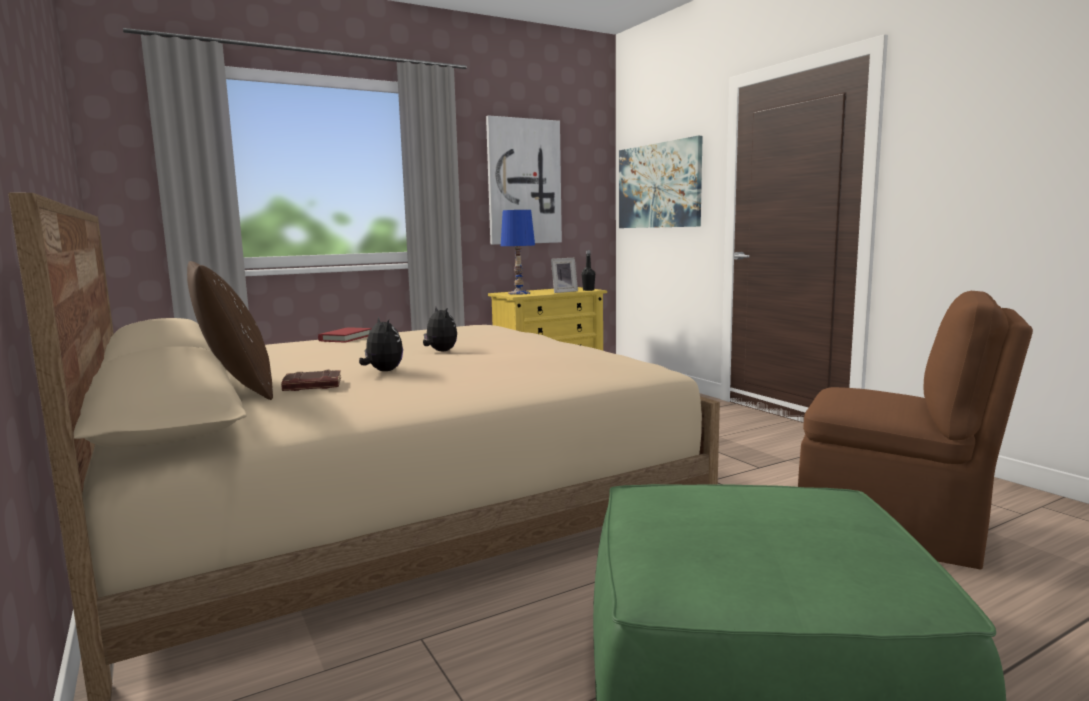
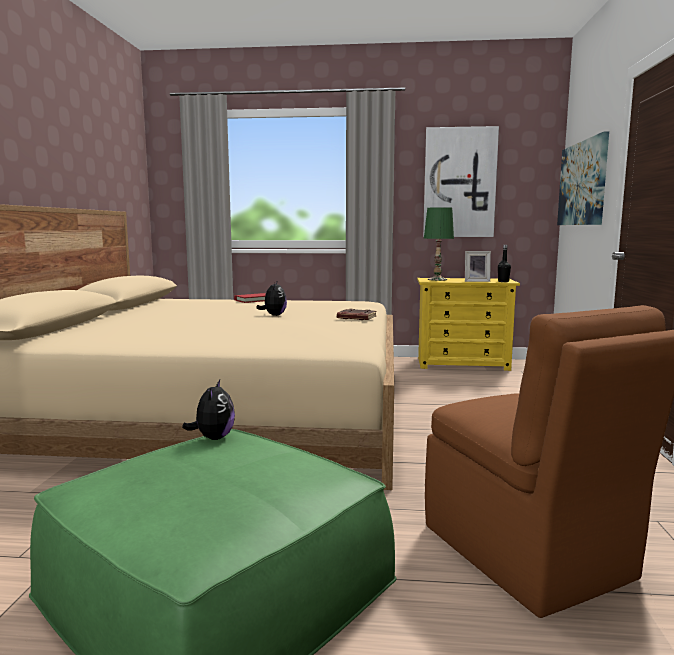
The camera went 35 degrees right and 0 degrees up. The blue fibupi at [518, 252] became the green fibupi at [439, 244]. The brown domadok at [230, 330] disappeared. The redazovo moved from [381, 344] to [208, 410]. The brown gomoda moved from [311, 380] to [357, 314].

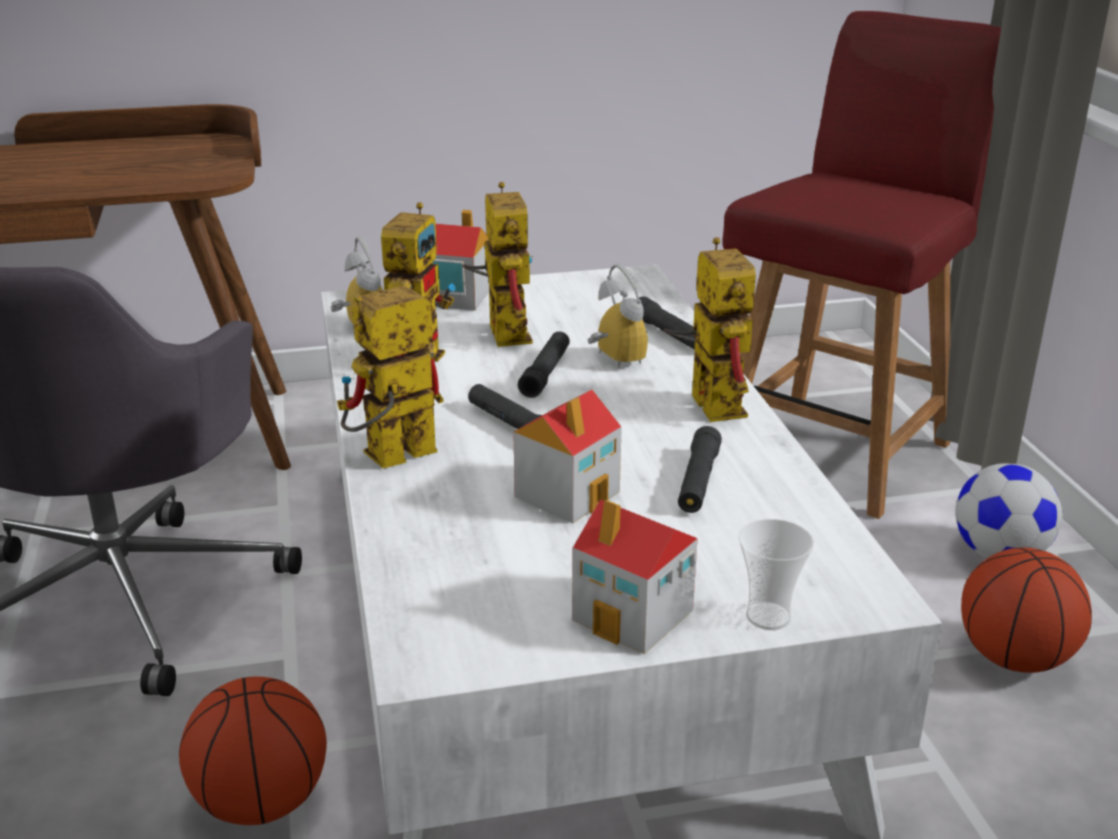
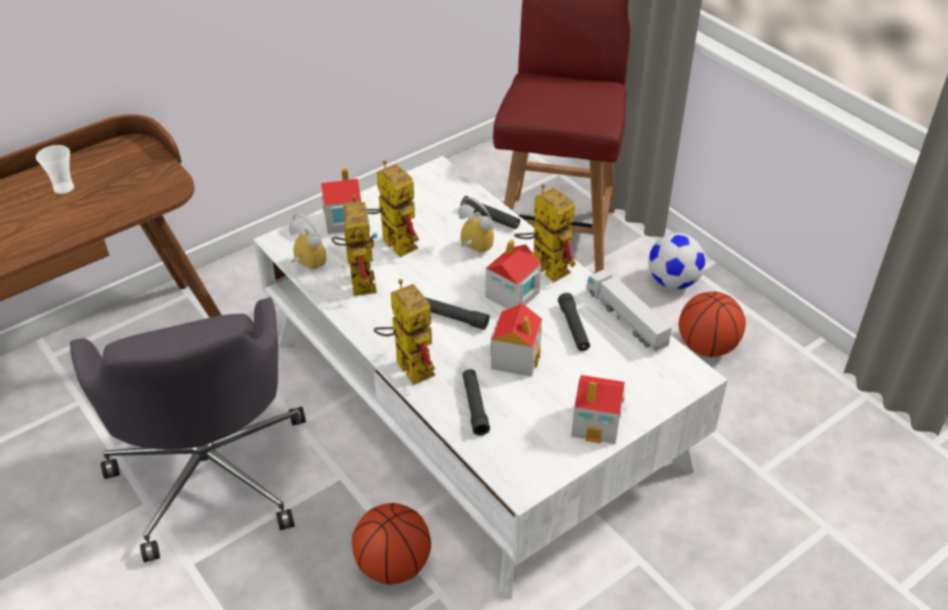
The camera went 25 degrees left and 15 degrees up. The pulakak at [390, 376] turned 120 degrees clockwise. The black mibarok moved from [544, 364] to [476, 402]. The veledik moved from [776, 574] to [55, 169]. The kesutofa at [513, 274] appeared. The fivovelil at [629, 311] appeared.

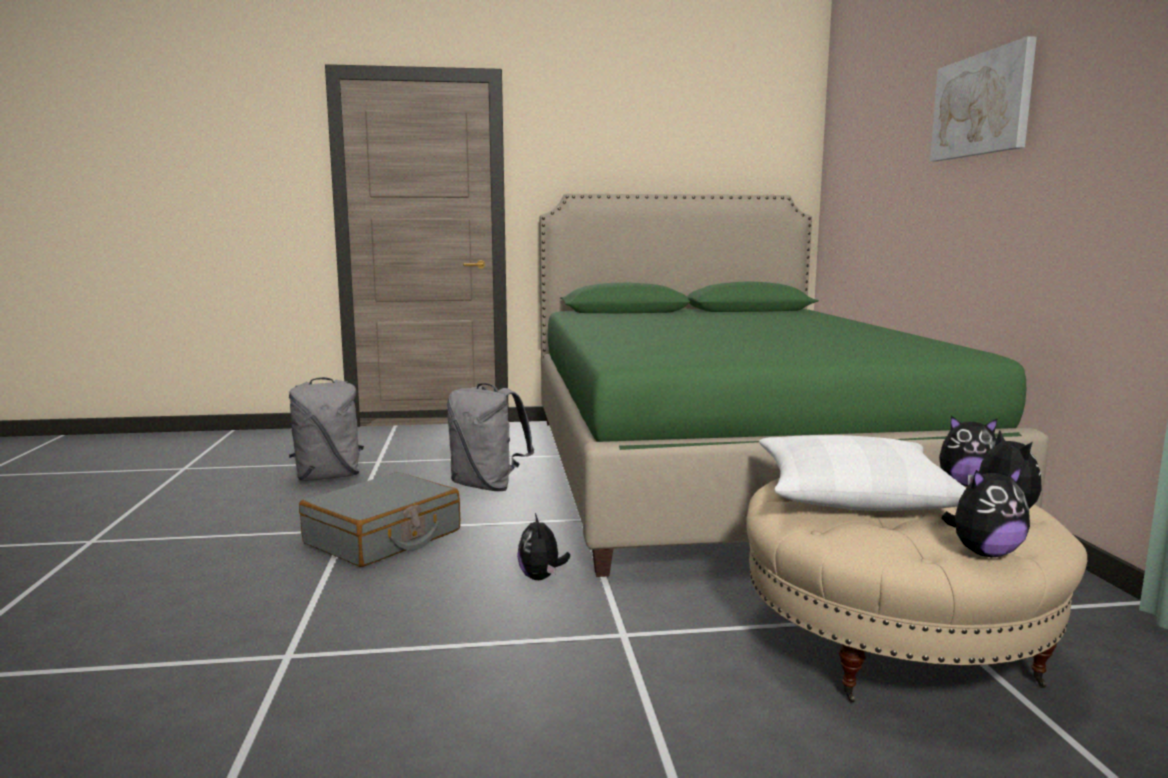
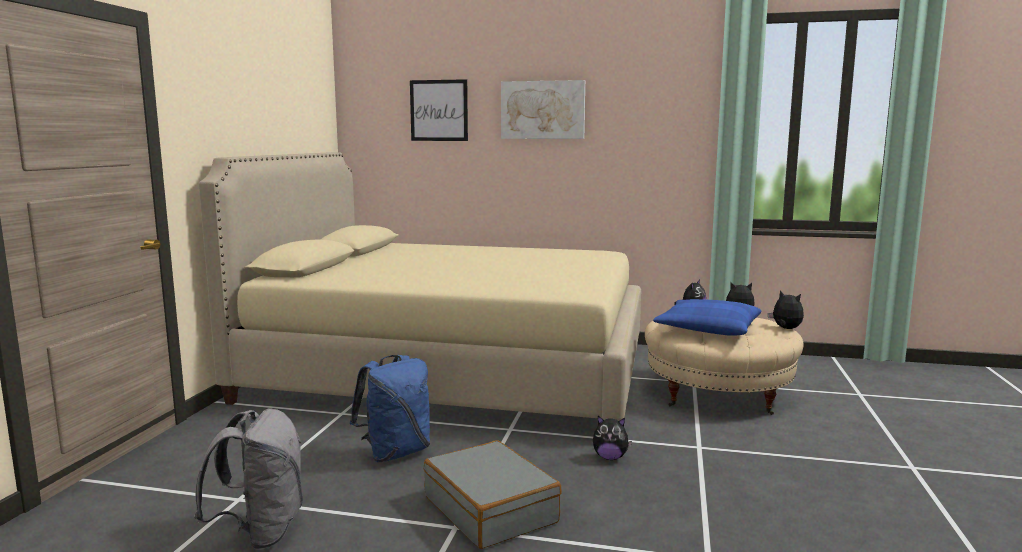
The camera went 70 degrees left and 0 degrees up. The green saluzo at [794, 385] became the beige saluzo at [420, 286]. The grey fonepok at [490, 437] became the blue fonepok at [390, 408]. The white domadok at [862, 473] became the blue domadok at [707, 317]. The redazovo at [985, 511] turned 45 degrees counterclockwise. The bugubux at [439, 110] appeared.

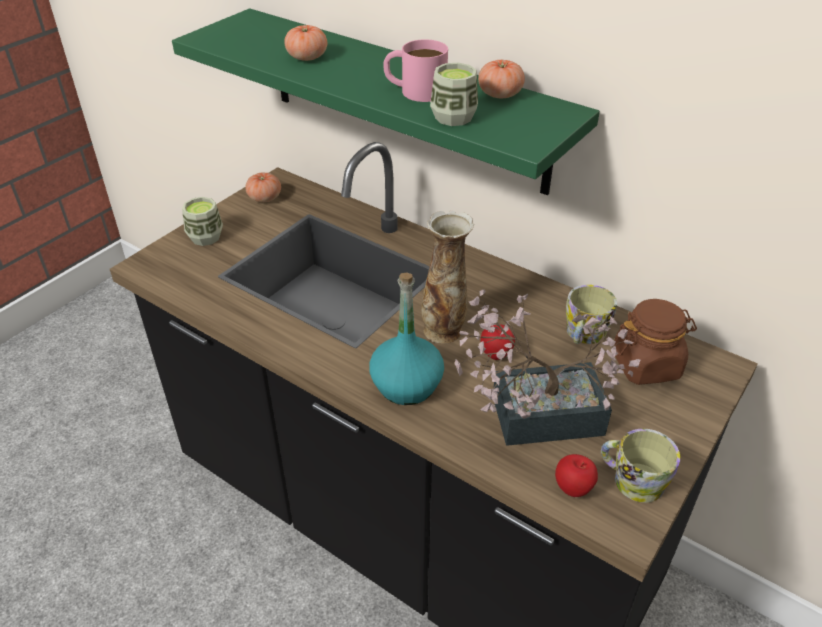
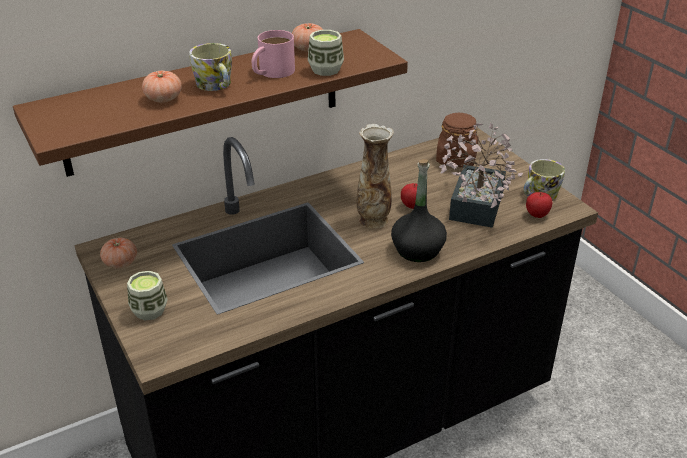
The camera went 65 degrees left and 5 degrees down. The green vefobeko at [386, 102] became the brown vefobeko at [210, 103]. The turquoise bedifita at [406, 339] became the black bedifita at [419, 210]. The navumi moved from [591, 314] to [210, 67].

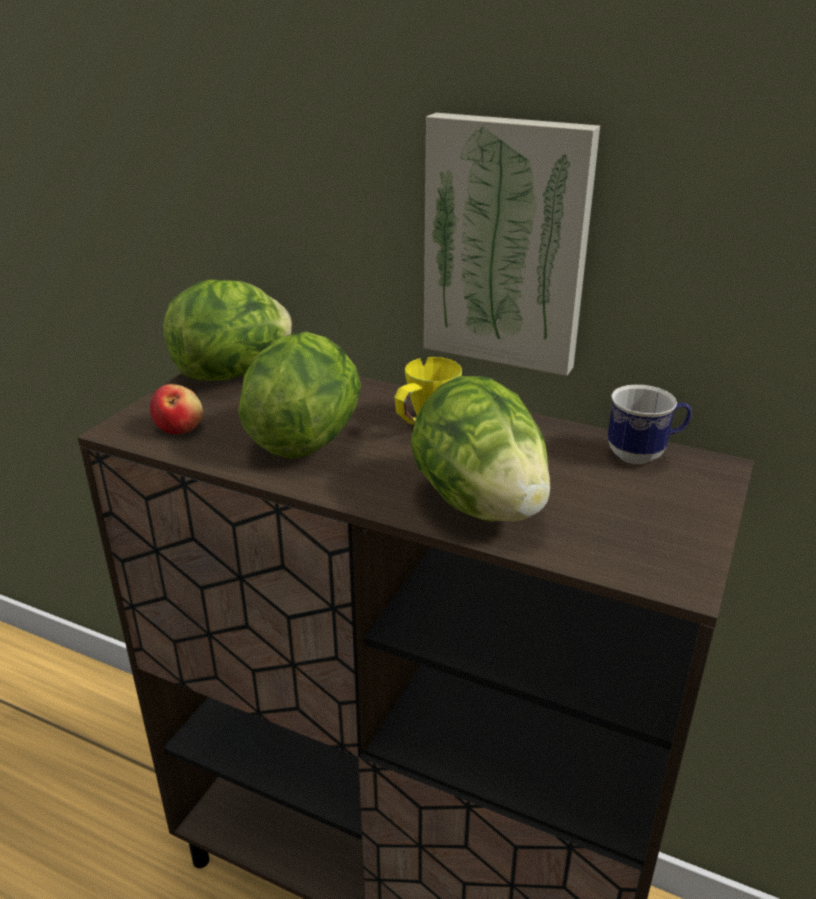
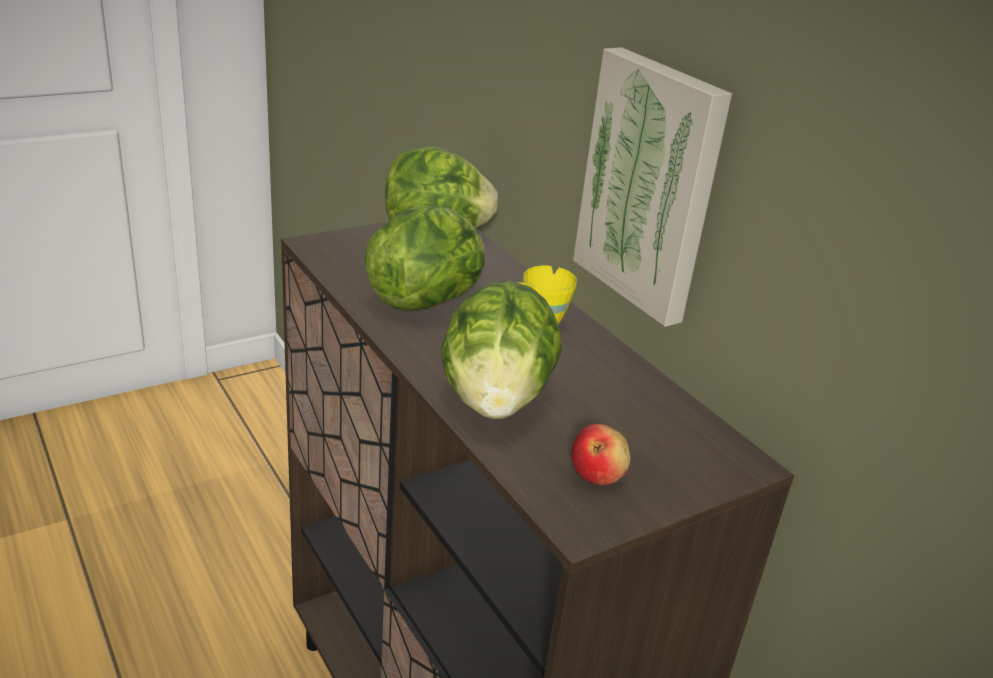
The camera went 30 degrees right and 0 degrees up. The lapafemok moved from [176, 409] to [601, 454]. The navumi at [649, 424] disappeared.

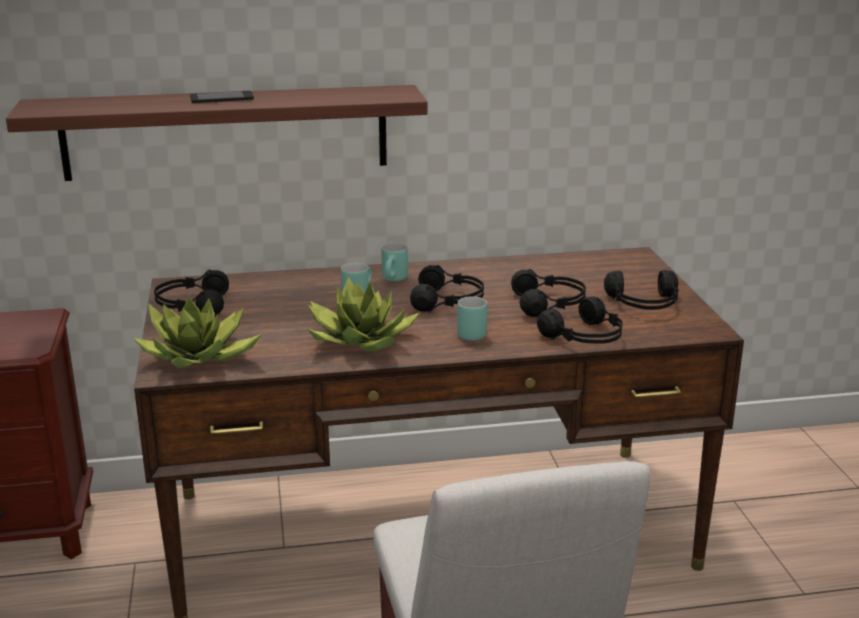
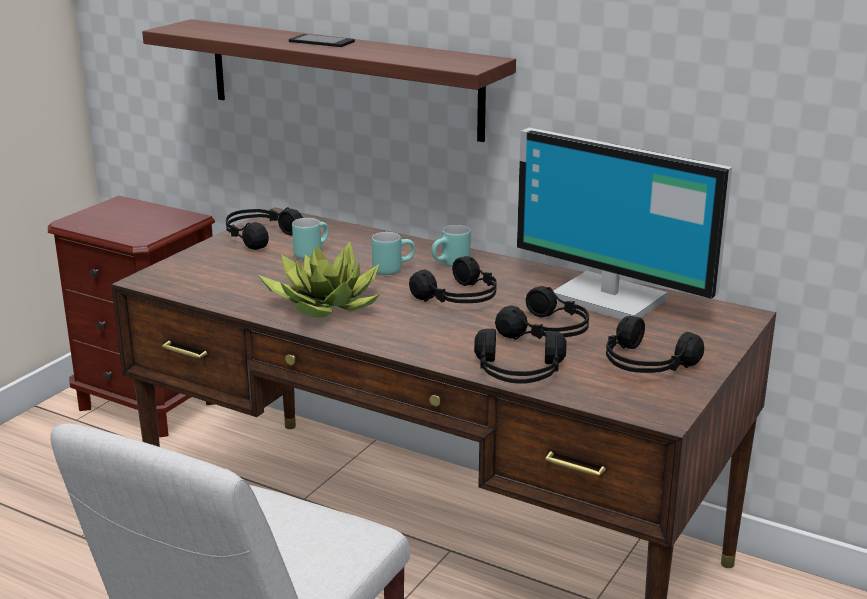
The camera went 40 degrees right and 0 degrees up. The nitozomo at [197, 332] disappeared. The turquoise navumi moved from [472, 318] to [310, 238]. The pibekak at [624, 224] appeared.

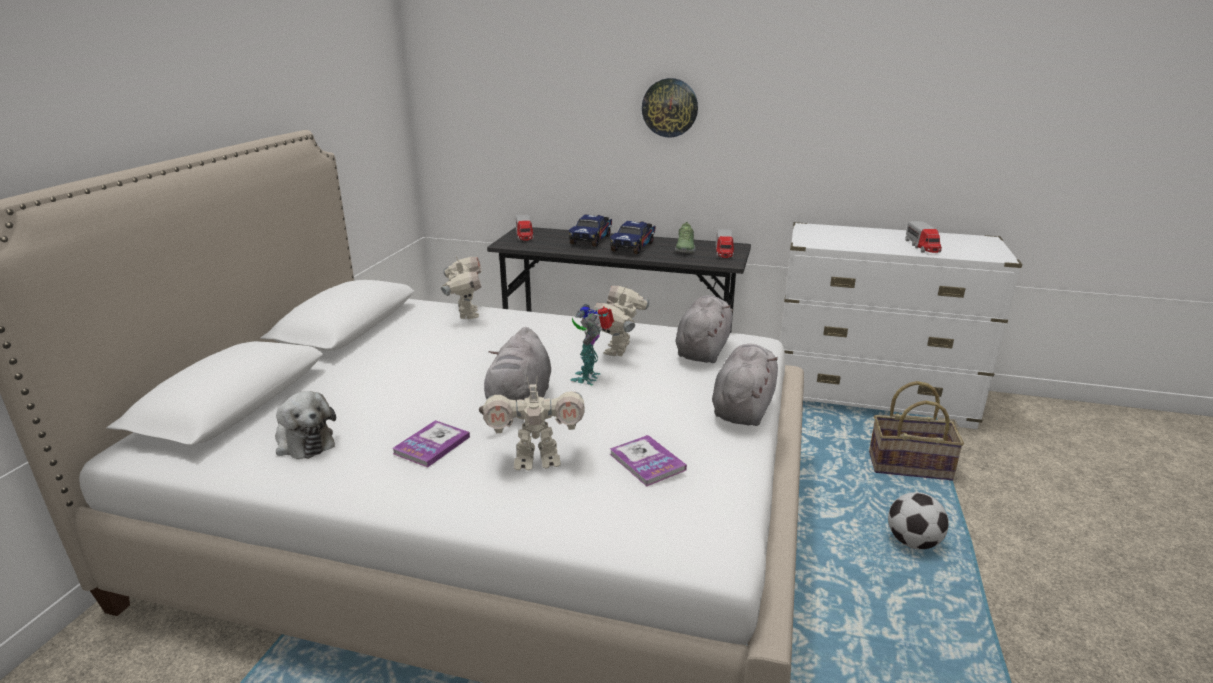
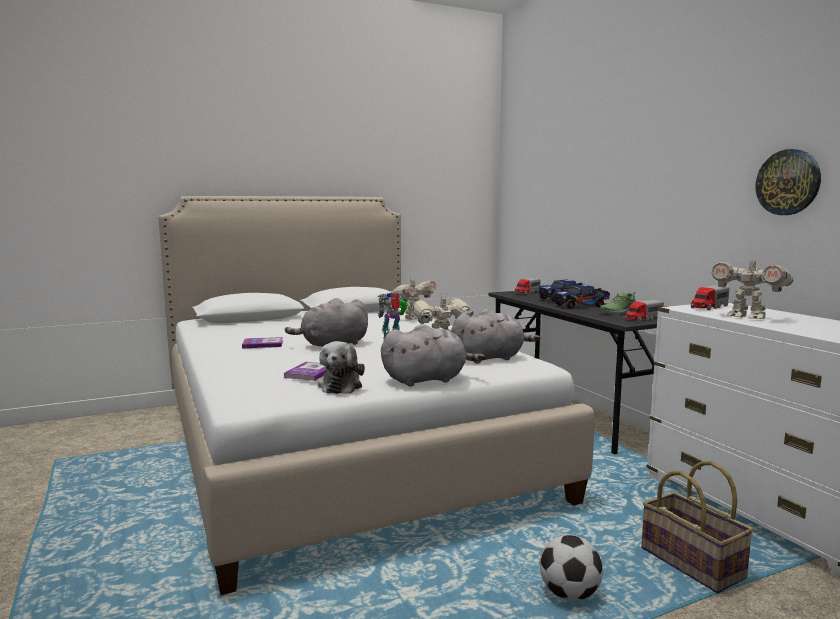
The camera went 50 degrees right and 15 degrees down. The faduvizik moved from [670, 108] to [788, 182]. The fivovelil moved from [923, 237] to [710, 297]. The pulakak moved from [534, 424] to [753, 286]. The redazovo moved from [305, 425] to [341, 367].

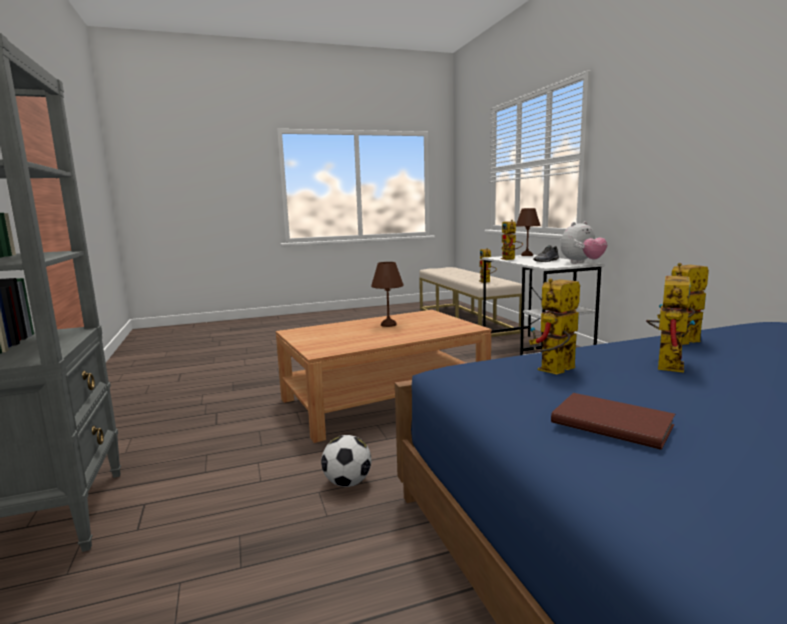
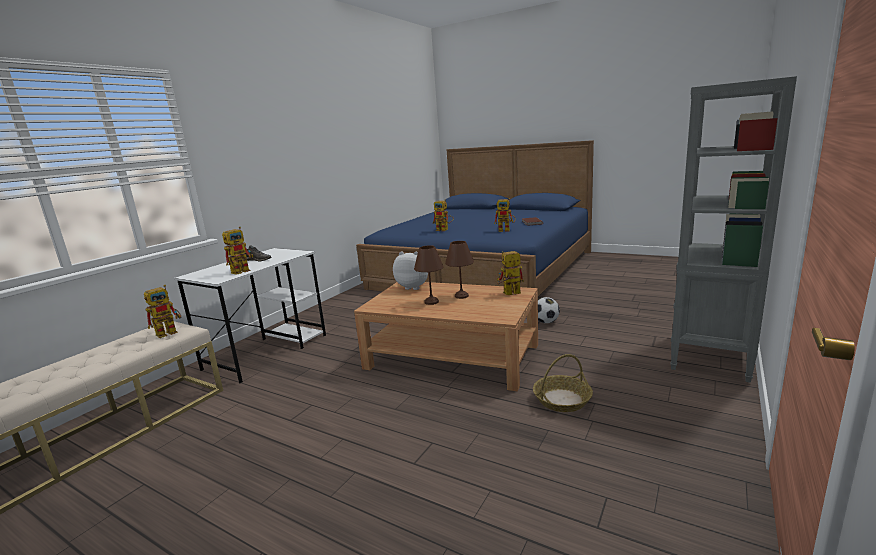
The camera went 130 degrees left and 5 degrees up. The brown fibupi moved from [528, 232] to [459, 270]. The redazovo moved from [584, 242] to [410, 270]. The pulakak moved from [670, 321] to [510, 273]. The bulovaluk at [563, 383] appeared.

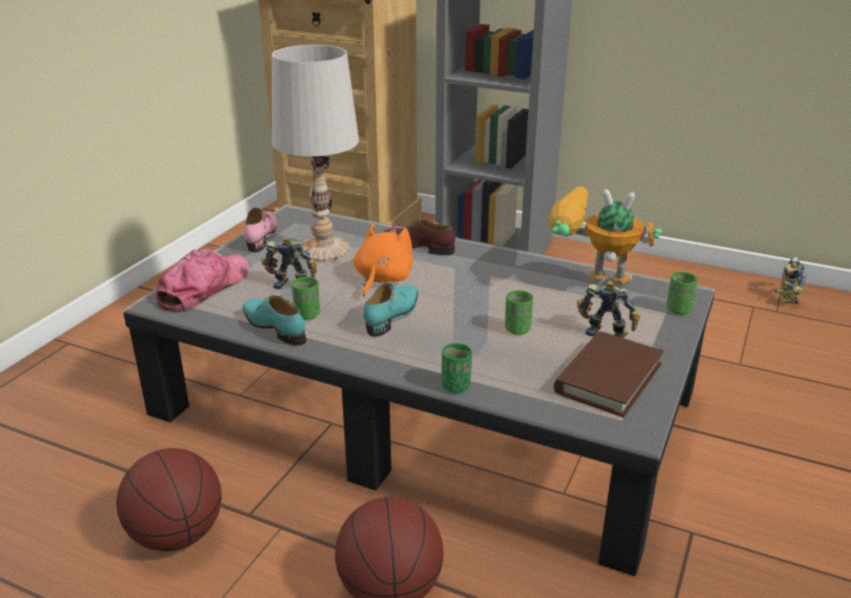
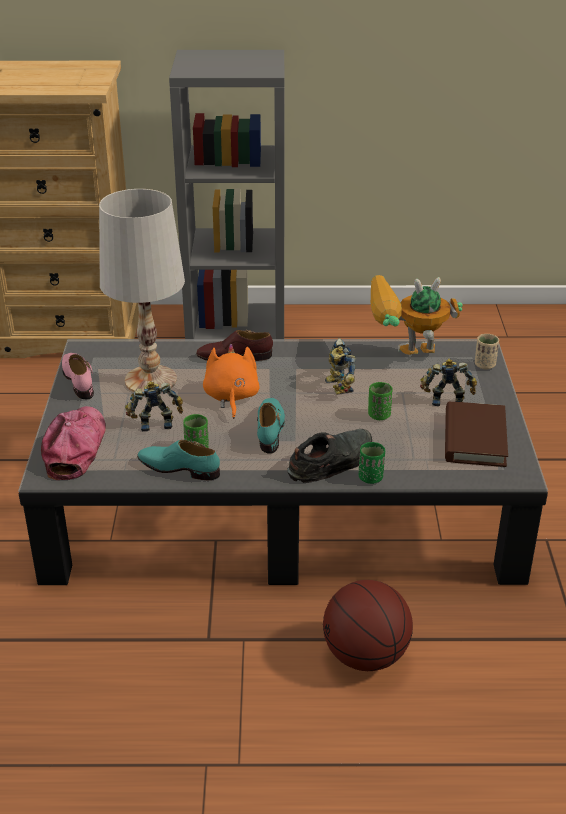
The camera went 25 degrees left and 5 degrees up. The pulakak moved from [791, 280] to [340, 366]. The green veledik at [682, 293] became the beige veledik at [487, 351]. The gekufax at [169, 499] disappeared. The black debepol at [329, 456] appeared.

